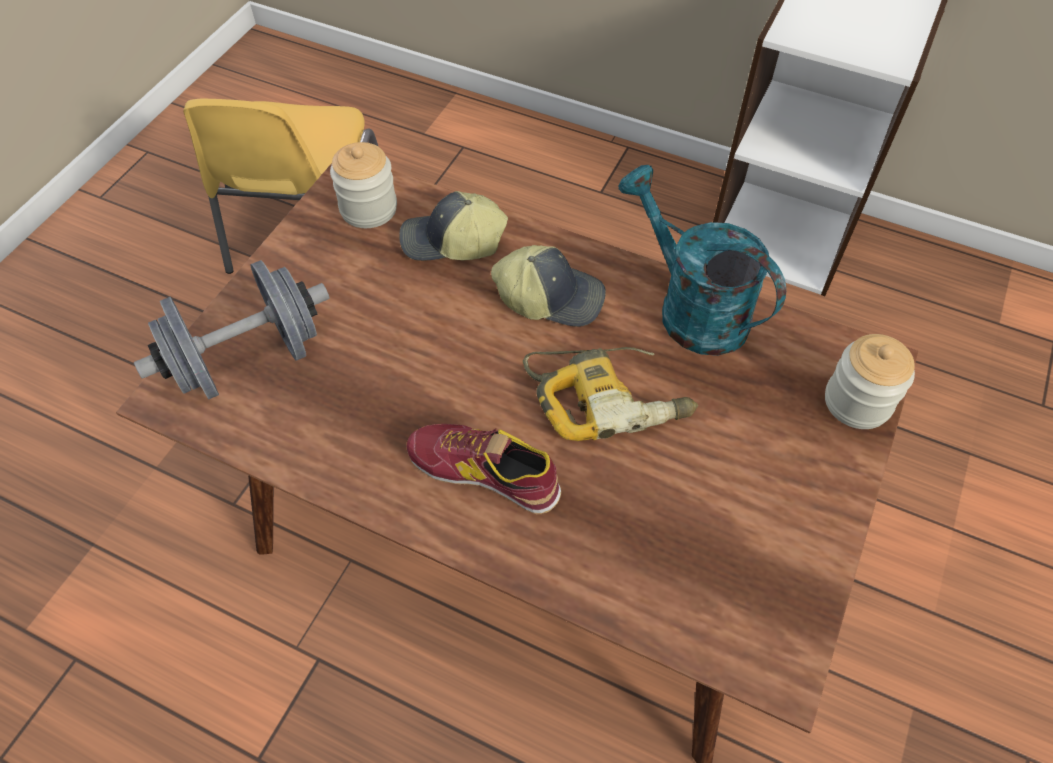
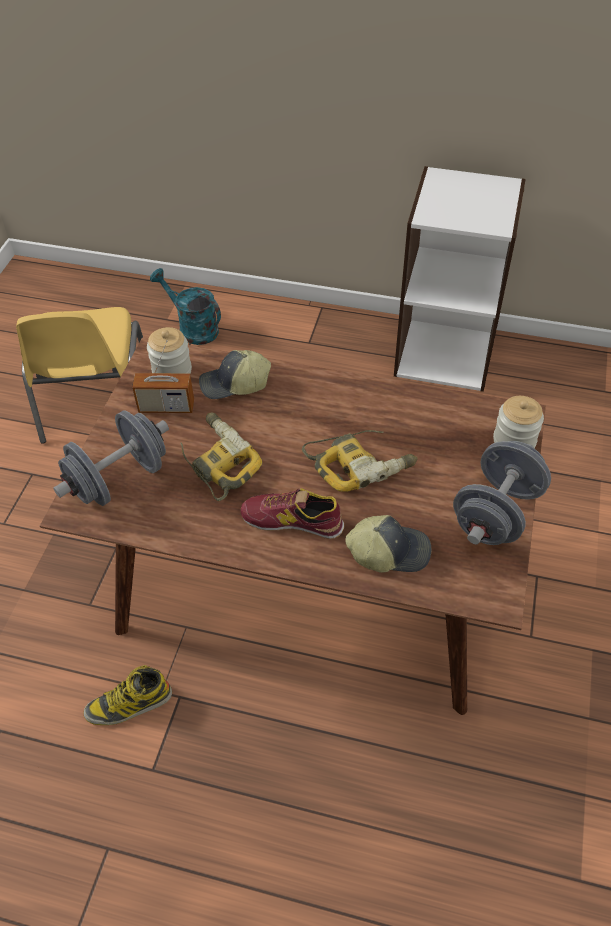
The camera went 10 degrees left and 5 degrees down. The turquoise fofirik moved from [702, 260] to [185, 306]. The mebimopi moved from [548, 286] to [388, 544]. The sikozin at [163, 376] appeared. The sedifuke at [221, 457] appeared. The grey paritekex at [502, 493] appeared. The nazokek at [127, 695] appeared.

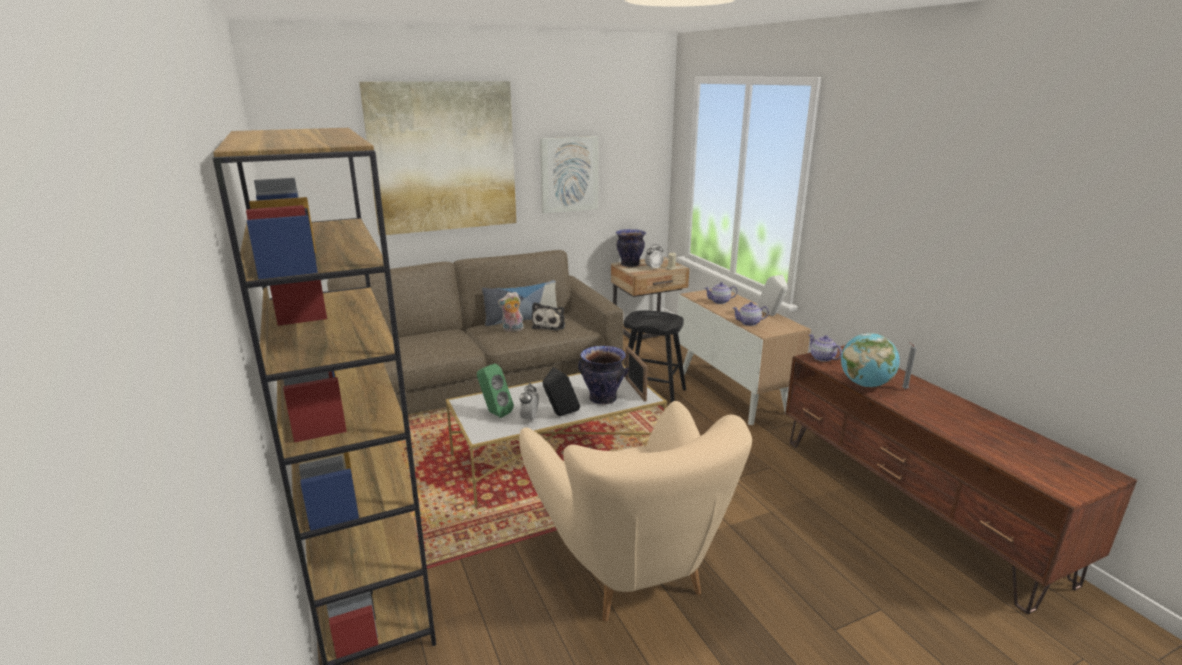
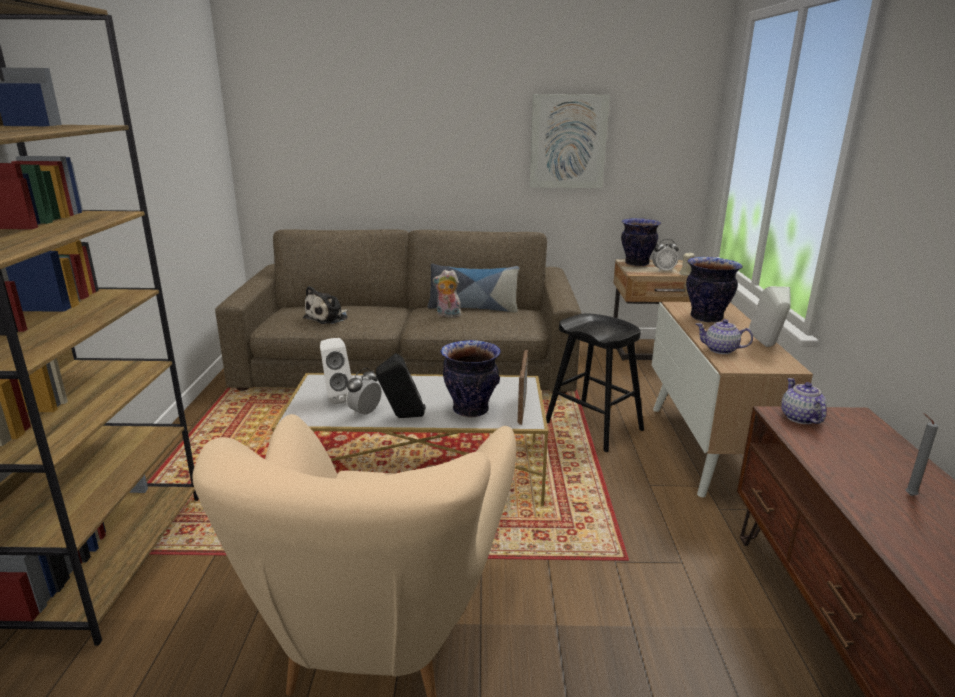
The camera went 25 degrees right and 0 degrees up. The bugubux at [437, 158] disappeared. The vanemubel at [721, 293] was replaced by the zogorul at [714, 290]. The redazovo moved from [548, 316] to [325, 305]. The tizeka at [870, 360] disappeared. The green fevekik at [495, 391] became the white fevekik at [336, 371].

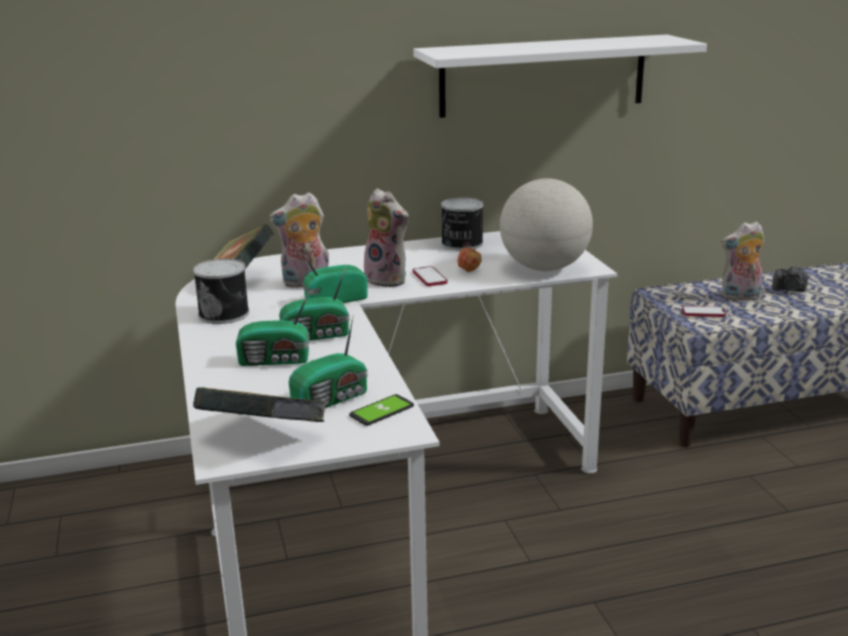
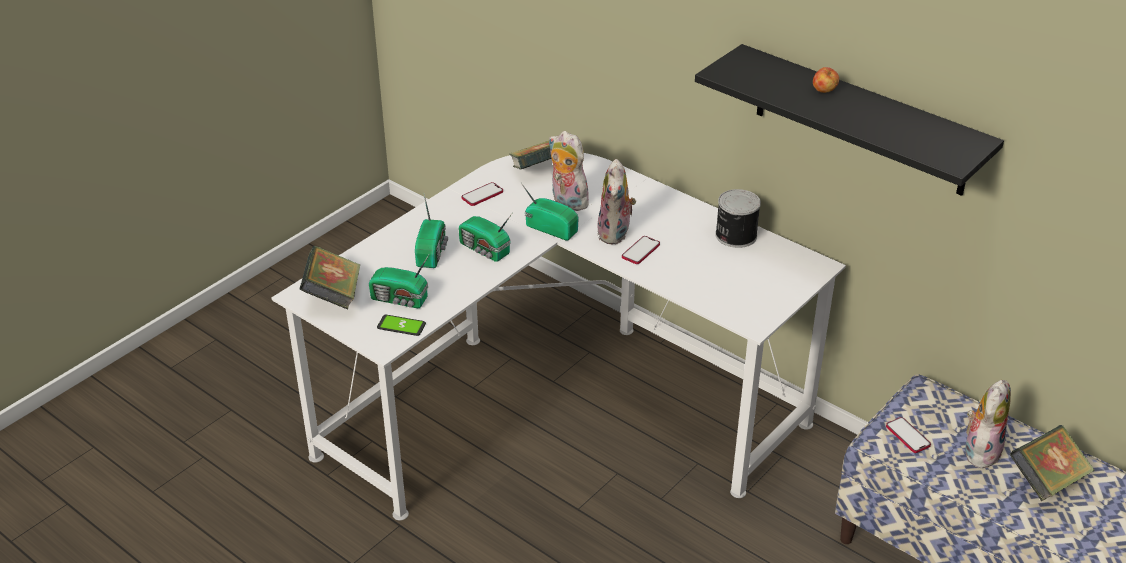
The camera went 55 degrees right and 15 degrees up. The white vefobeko at [560, 76] became the black vefobeko at [849, 120]. The tizeka at [546, 224] disappeared. The redazovo at [742, 262] turned 75 degrees clockwise. The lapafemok moved from [470, 259] to [826, 80]. The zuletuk at [221, 291] was replaced by the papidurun at [482, 194]. The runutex at [790, 278] was replaced by the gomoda at [1052, 463]. The sikozin at [273, 327] turned 135 degrees counterclockwise.

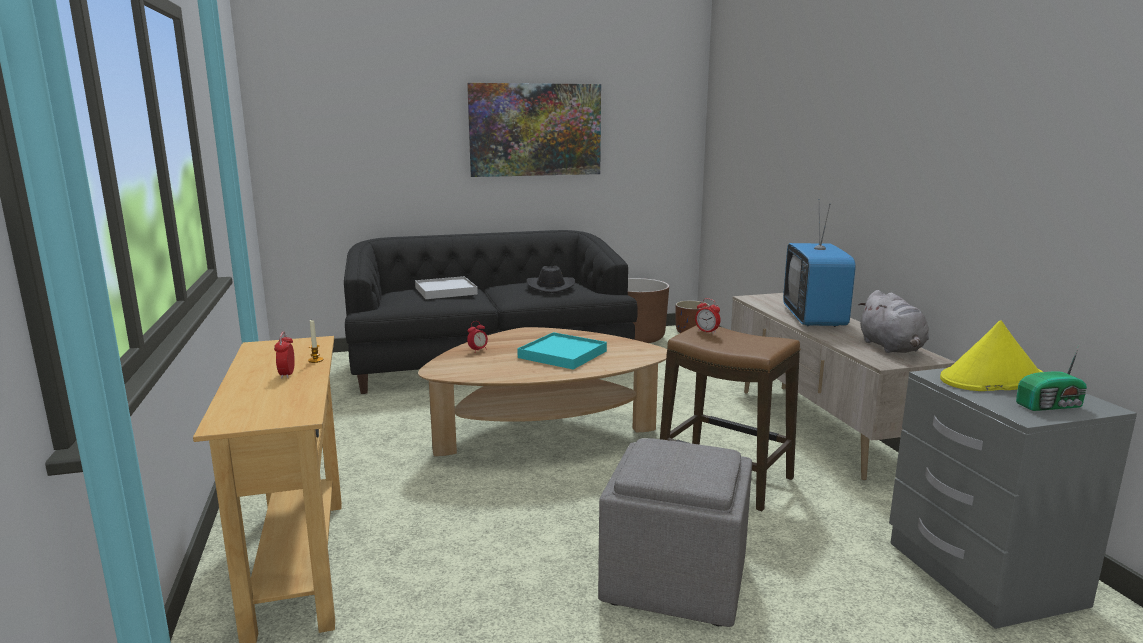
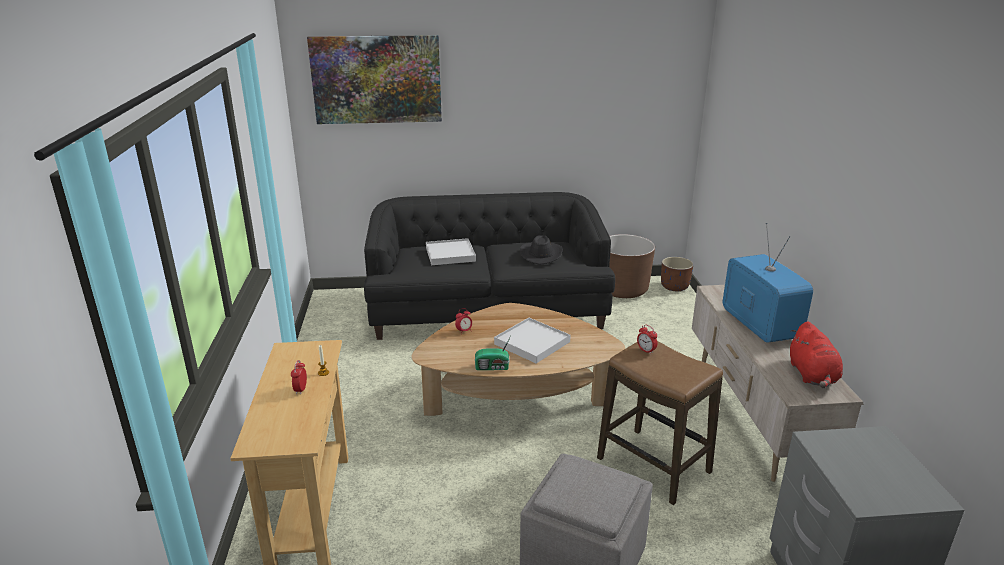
The camera went 10 degrees right and 10 degrees up. The bugubux moved from [534, 130] to [374, 79]. The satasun at [819, 263] turned 150 degrees clockwise. The grey redazovo at [893, 321] became the red redazovo at [816, 354]. The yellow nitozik at [991, 356] disappeared. The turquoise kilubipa at [562, 351] became the white kilubipa at [532, 340]. The sikozin moved from [1051, 377] to [493, 353].

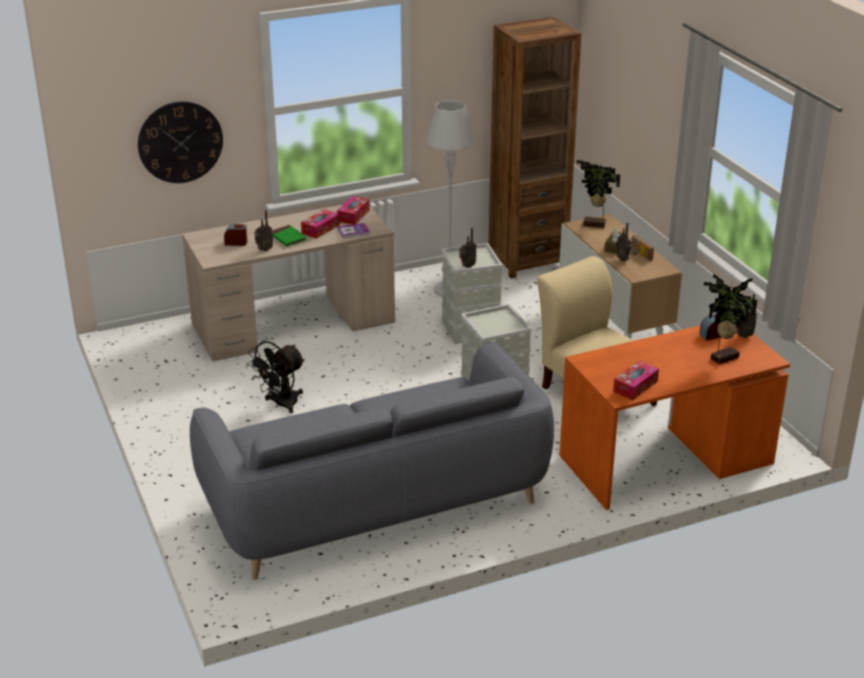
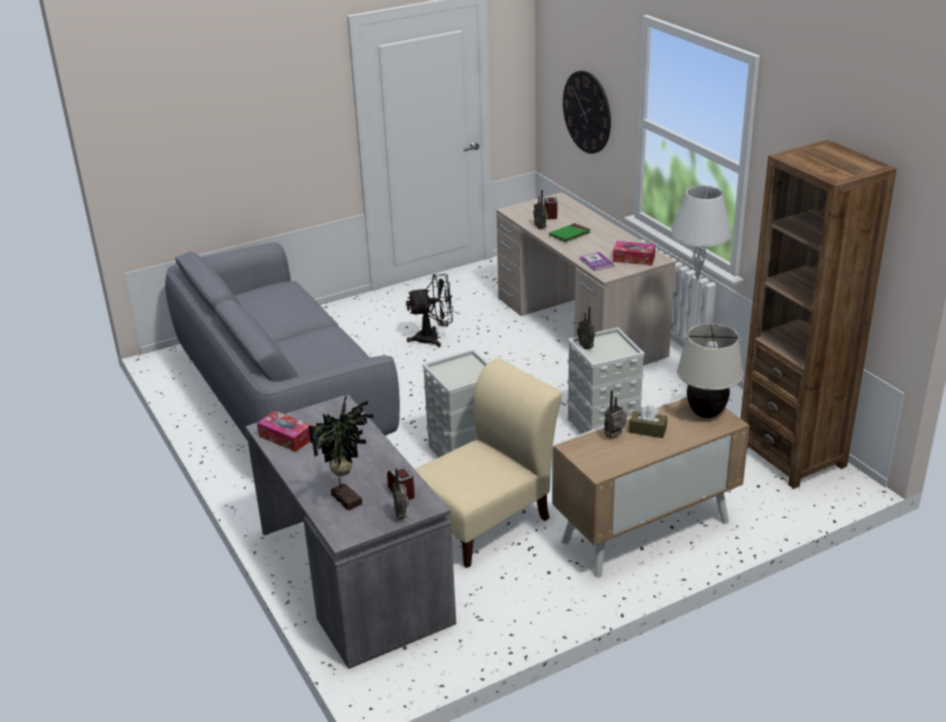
The camera went 85 degrees right and 0 degrees up. The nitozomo at [598, 194] was replaced by the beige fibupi at [710, 370]. The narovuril at [320, 224] disappeared. The sikozin at [642, 248] disappeared. The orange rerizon at [674, 417] became the grey rerizon at [350, 531]. The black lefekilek at [275, 377] turned 135 degrees clockwise.

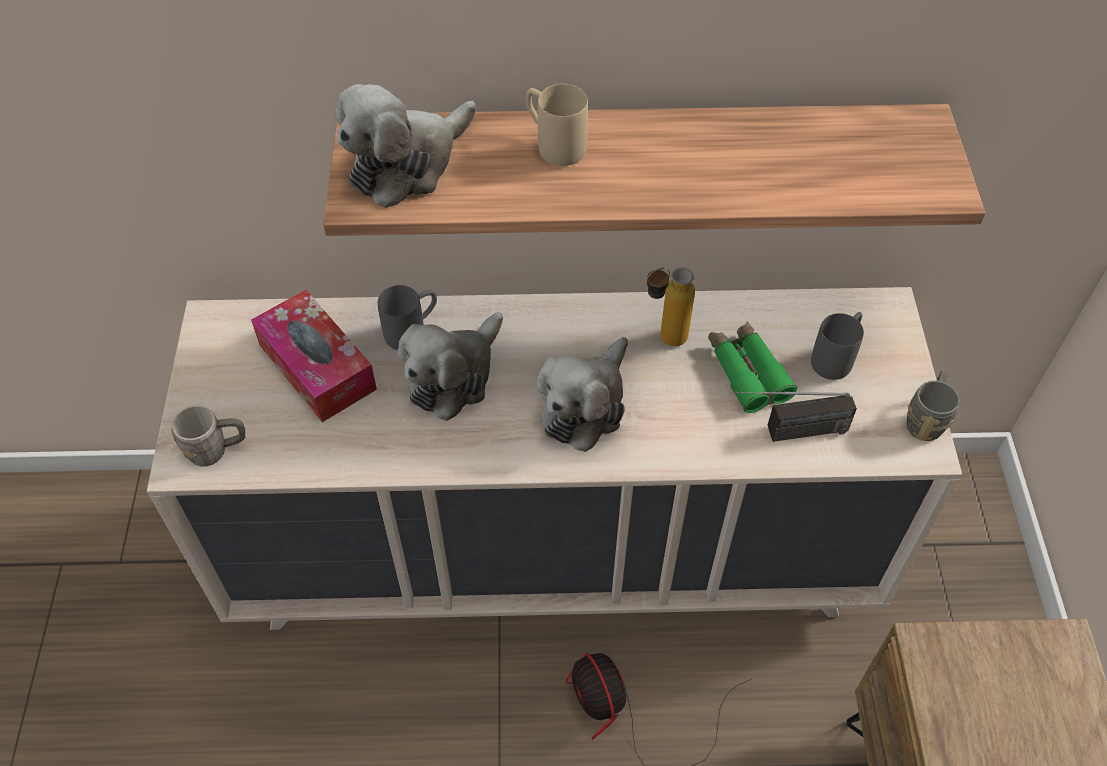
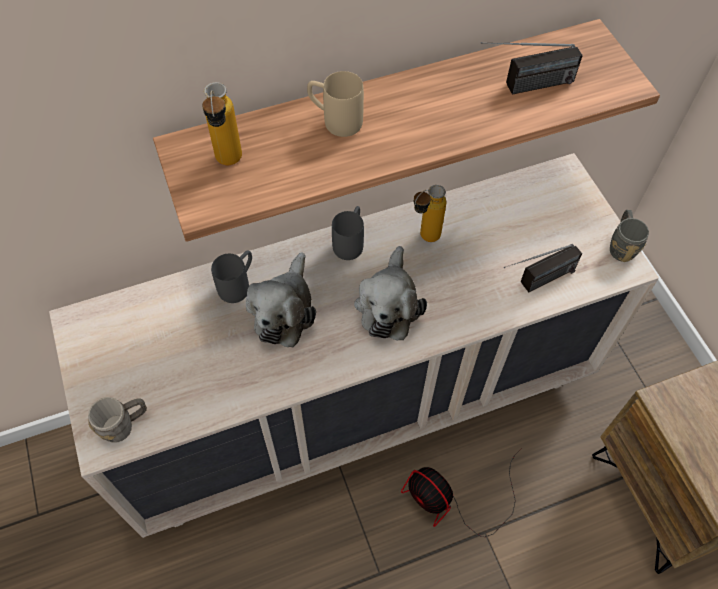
The camera went 20 degrees left and 5 degrees up. The redazovo at [406, 146] was replaced by the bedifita at [222, 123]. The narovuril at [314, 356] disappeared. The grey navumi moved from [837, 346] to [348, 233]. The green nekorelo at [752, 367] disappeared. The sikozin at [532, 68] appeared.

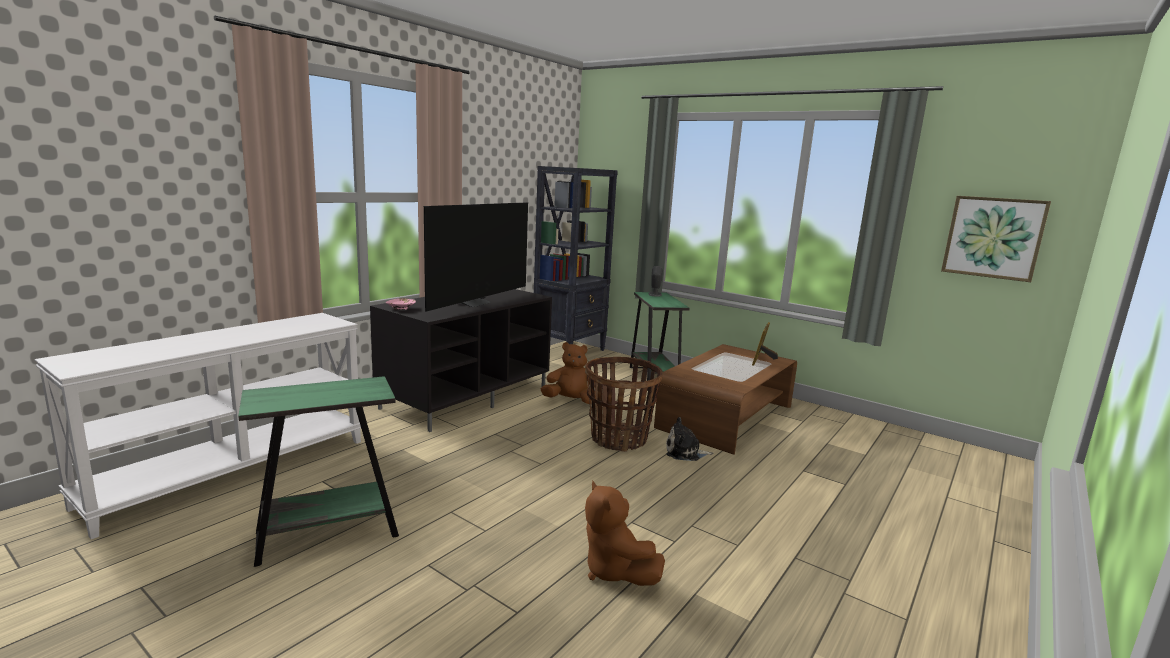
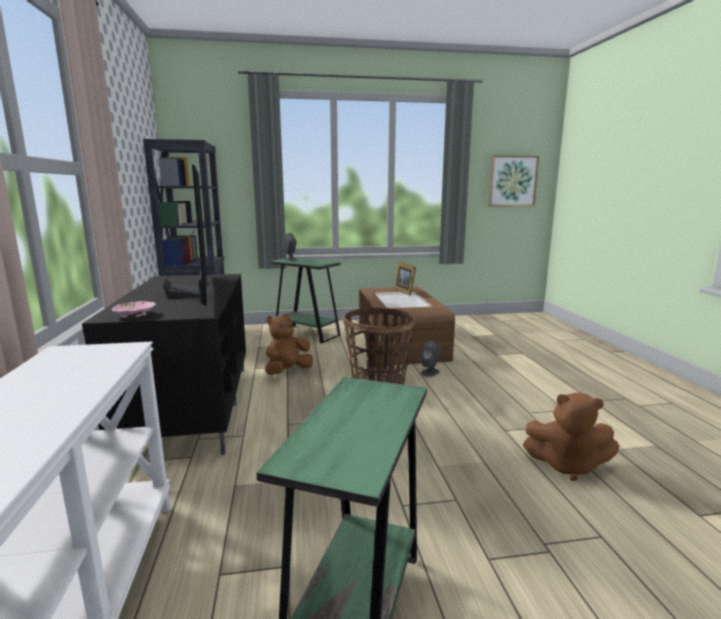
The camera went 45 degrees left and 0 degrees up. The redazovo at [690, 439] was replaced by the grey fevekik at [430, 359].

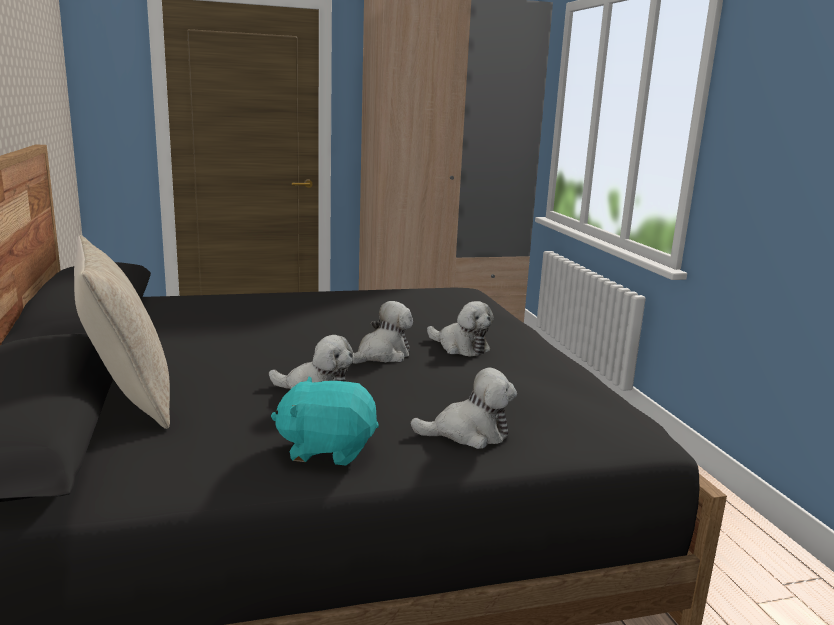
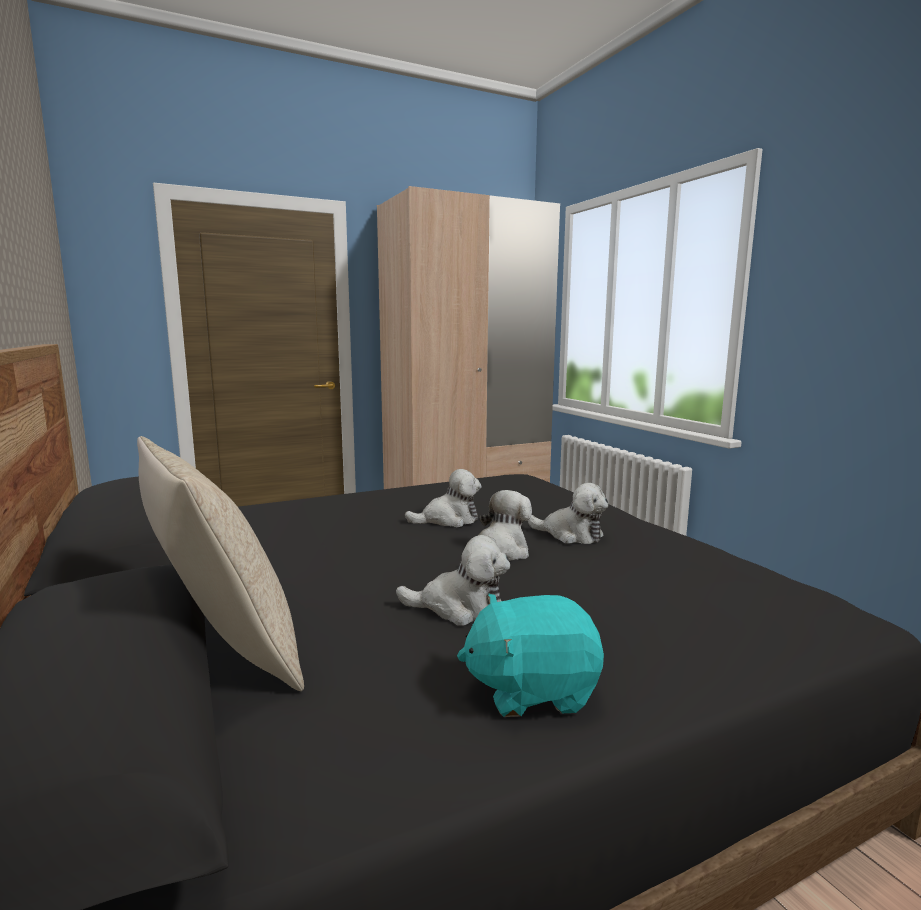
The camera went 10 degrees left and 5 degrees down. The redazovo moved from [463, 408] to [443, 498].

